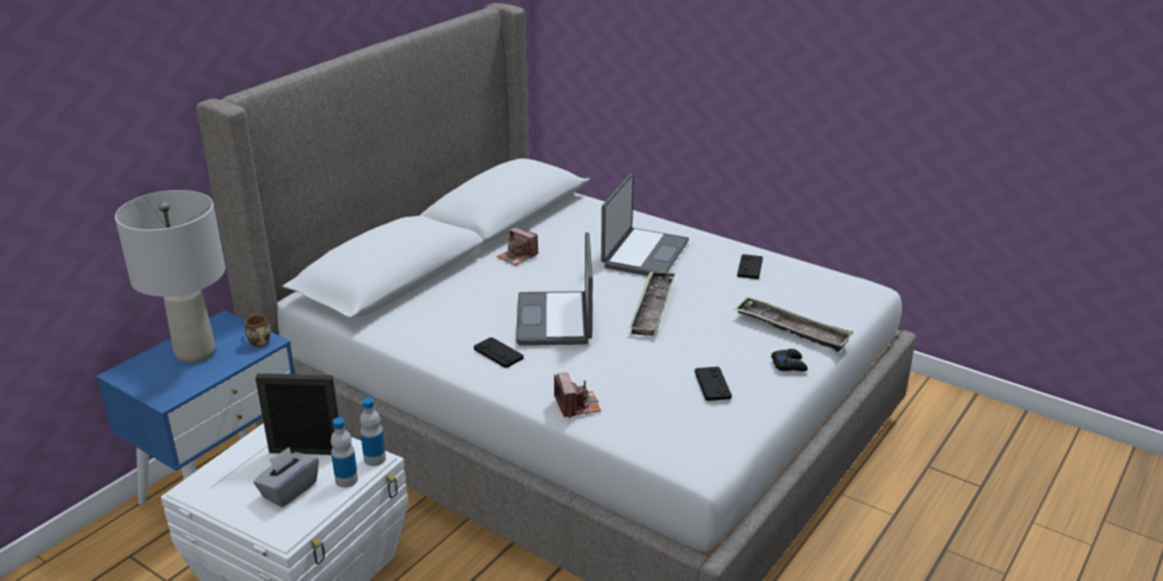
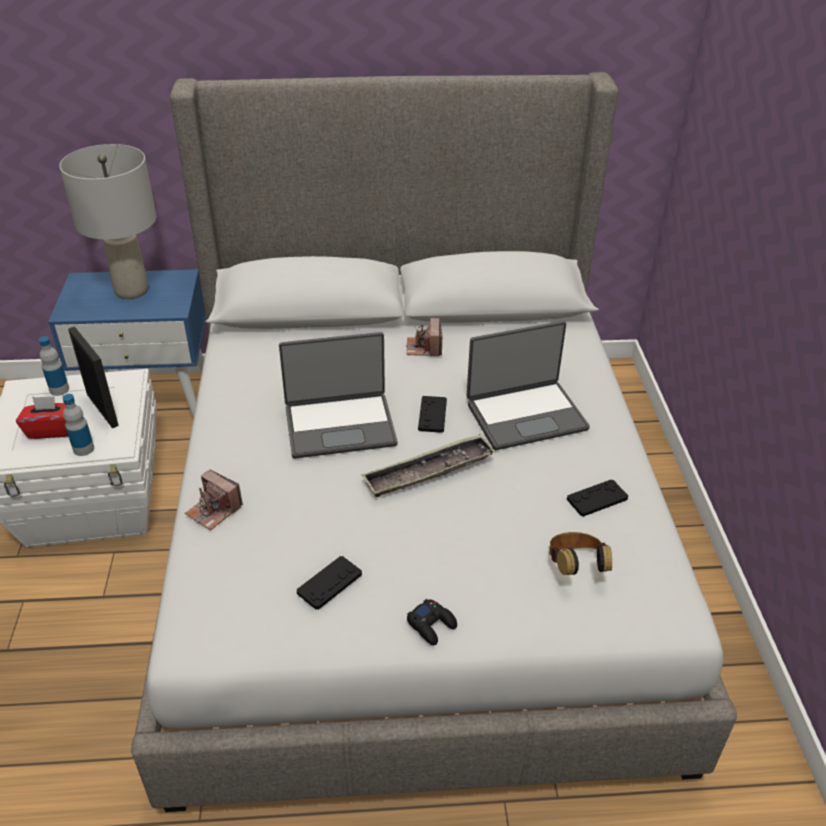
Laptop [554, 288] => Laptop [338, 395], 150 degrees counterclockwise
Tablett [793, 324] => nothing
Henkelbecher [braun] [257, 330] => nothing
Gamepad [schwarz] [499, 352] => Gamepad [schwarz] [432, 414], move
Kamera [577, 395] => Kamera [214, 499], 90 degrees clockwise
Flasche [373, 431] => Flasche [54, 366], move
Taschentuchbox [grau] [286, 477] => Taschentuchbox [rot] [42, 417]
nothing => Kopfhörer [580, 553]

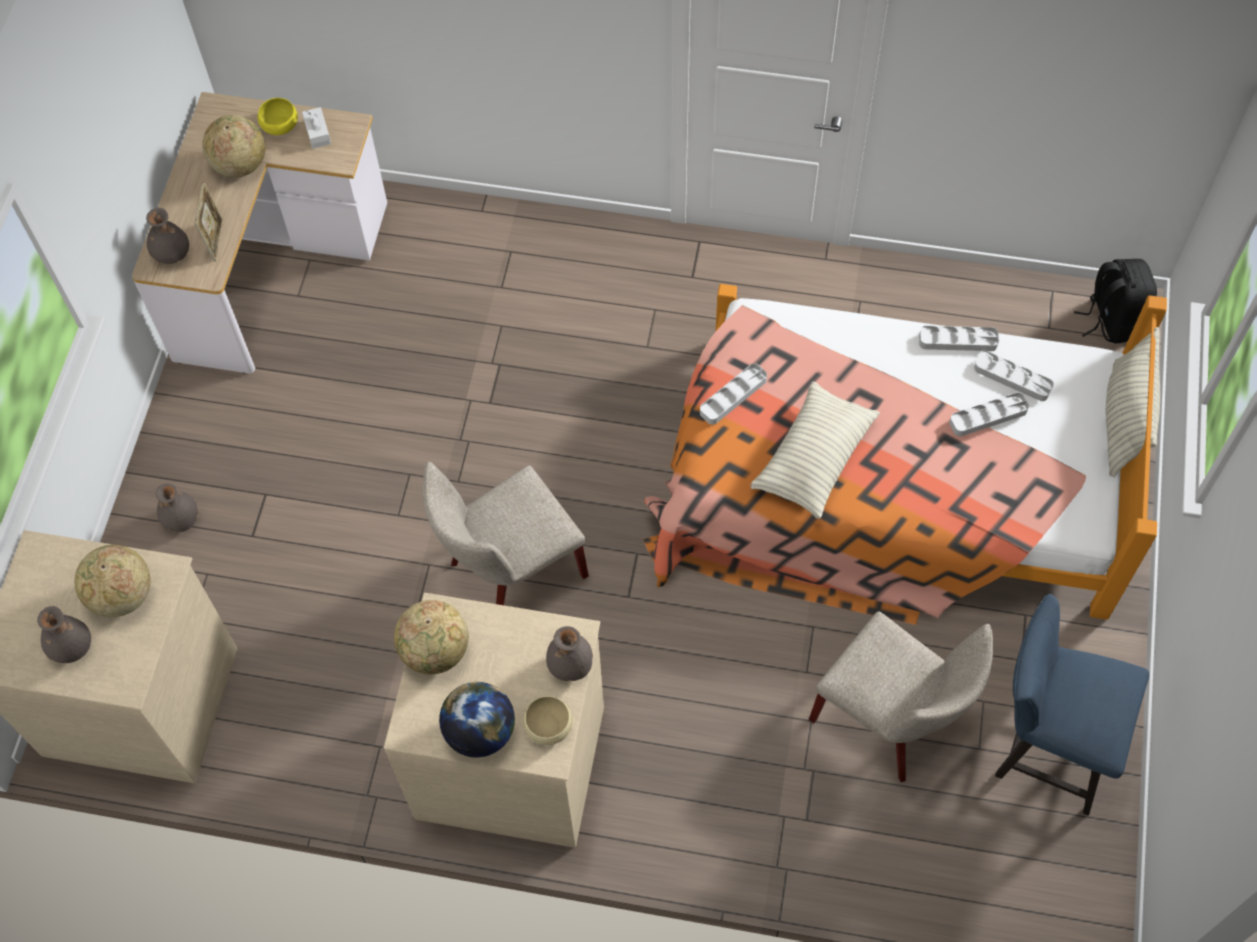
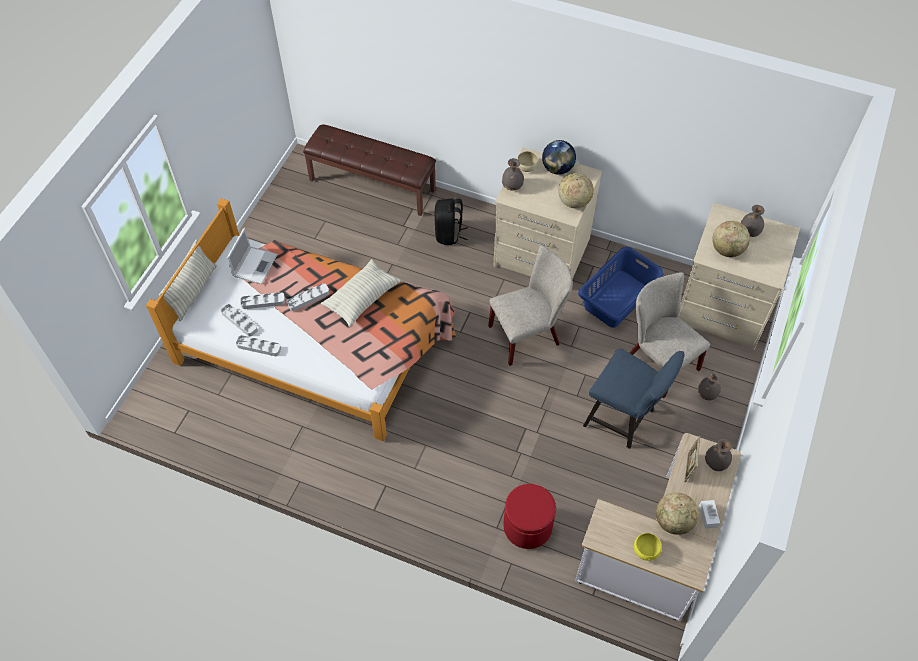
Taschentuchbox [weiß] [316, 128] => Taschentuchbox [weiß] [709, 514], move
Rucksack [schwarz] [1115, 301] => Rucksack [schwarz] [451, 221], move
Tablett [grau] [733, 394] => Tablett [grau] [308, 297], move
Stuhl [blau] [1072, 705] => Stuhl [blau] [634, 398], move
Stuhl [beige] [901, 696] => Stuhl [beige] [669, 335], move
nothing => Bank [braun] [369, 170]
nothing => Laptop [252, 256]
nothing => Wäschekorb [blau] [620, 287]
nothing => Polsterhocker [rot] [529, 516]

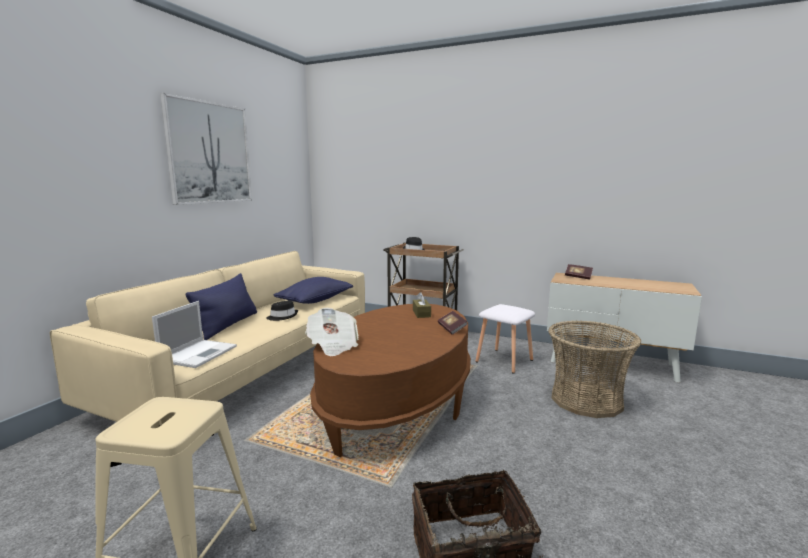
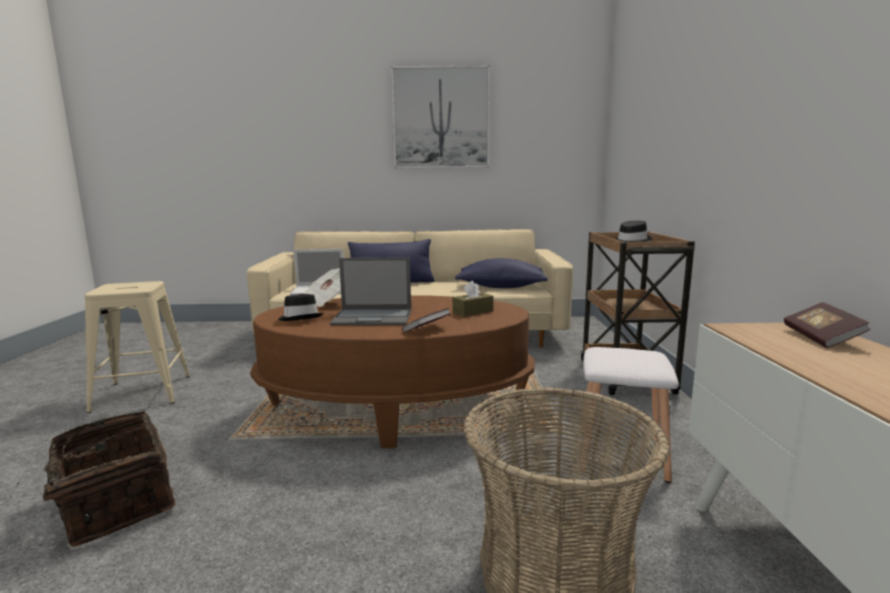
Hut [schwarz] [282, 310] => Hut [schwarz] [300, 307], move
nothing => Laptop [370, 291]

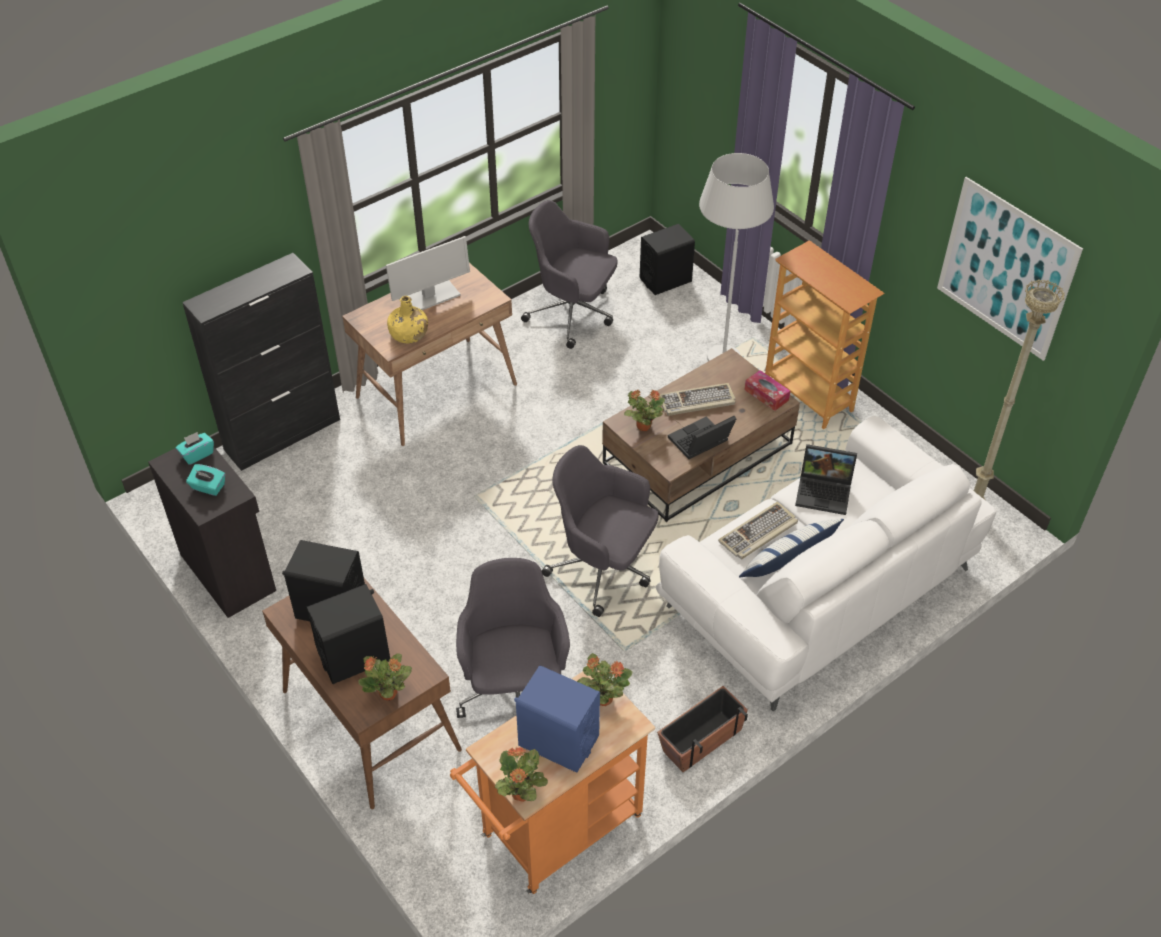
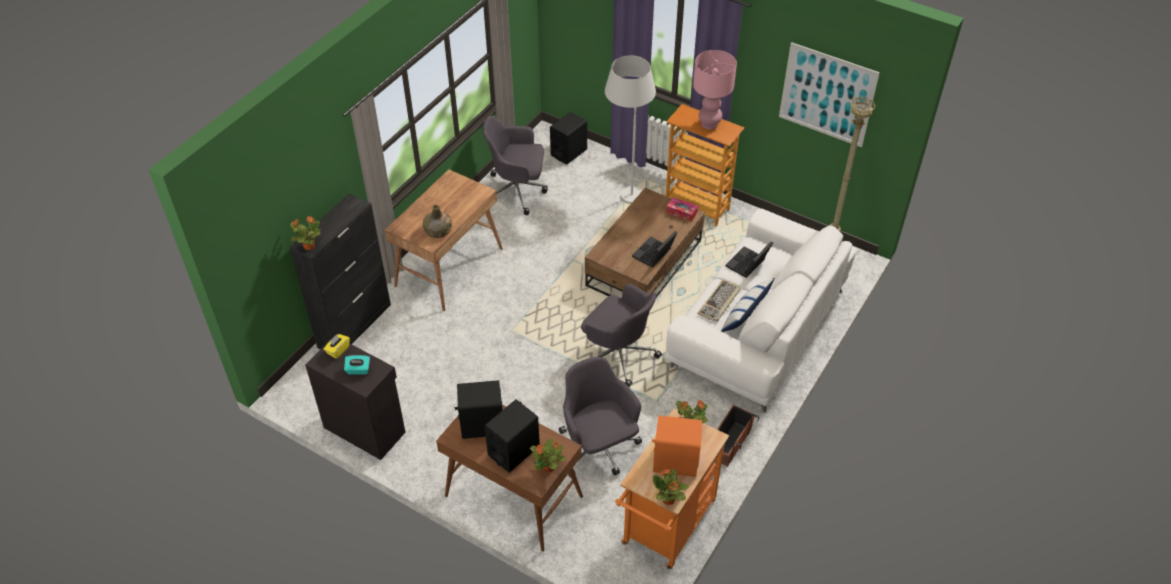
Monitor [428, 273] => nothing
Flasche [gelb] [407, 320] => Flasche [grün] [437, 221]
Tastatur [698, 399] => nothing
Topfpflanze [644, 410] => Topfpflanze [305, 233], move
Taschentuchbox [türkis] [195, 448] => Taschentuchbox [gelb] [337, 346]
Laptop [826, 479] => Laptop [749, 259], 135 degrees clockwise
Bürostuhl [grau] [600, 531] => Bürostuhl [grau] [621, 335], 150 degrees counterclockwise
Lautsprecher [blau] [557, 719] => Lautsprecher [orange] [677, 446]
nothing => Tischlampe [rosa] [715, 90]

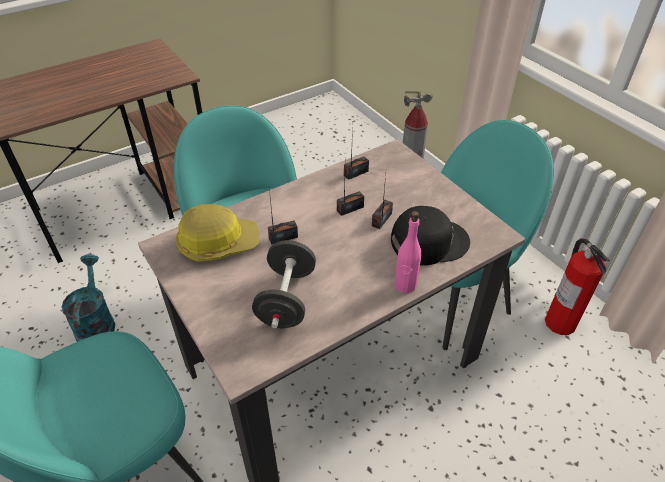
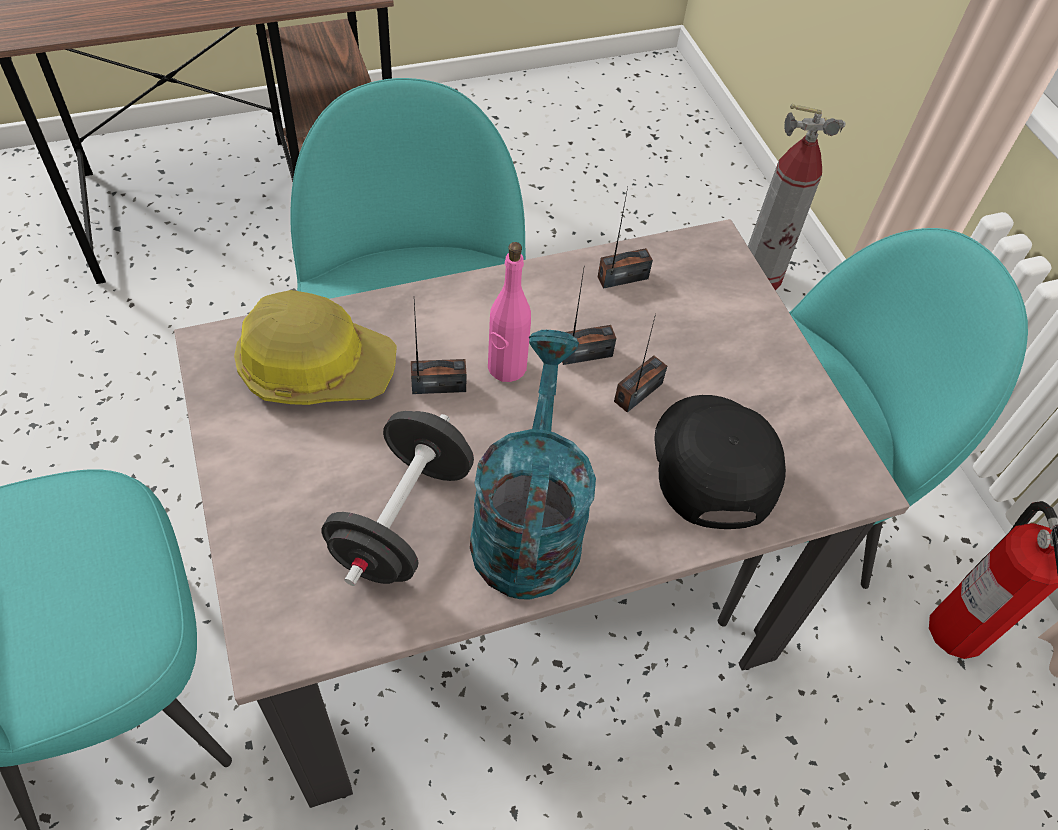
Kappe [schwarz] [430, 236] => Kappe [schwarz] [720, 462], 90 degrees counterclockwise
Flasche [rosa] [408, 252] => Flasche [rosa] [509, 312], move
Gießkanne [türkis] [88, 298] => Gießkanne [türkis] [533, 465], move

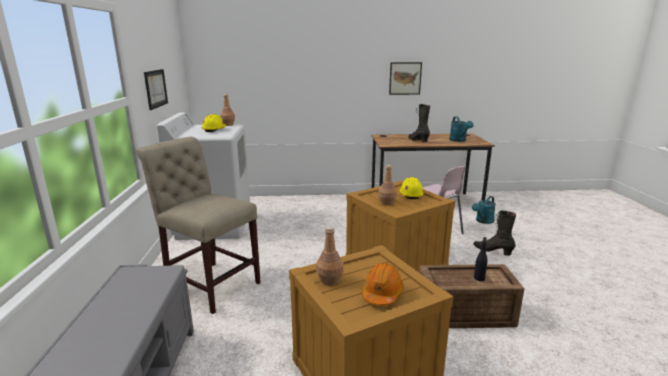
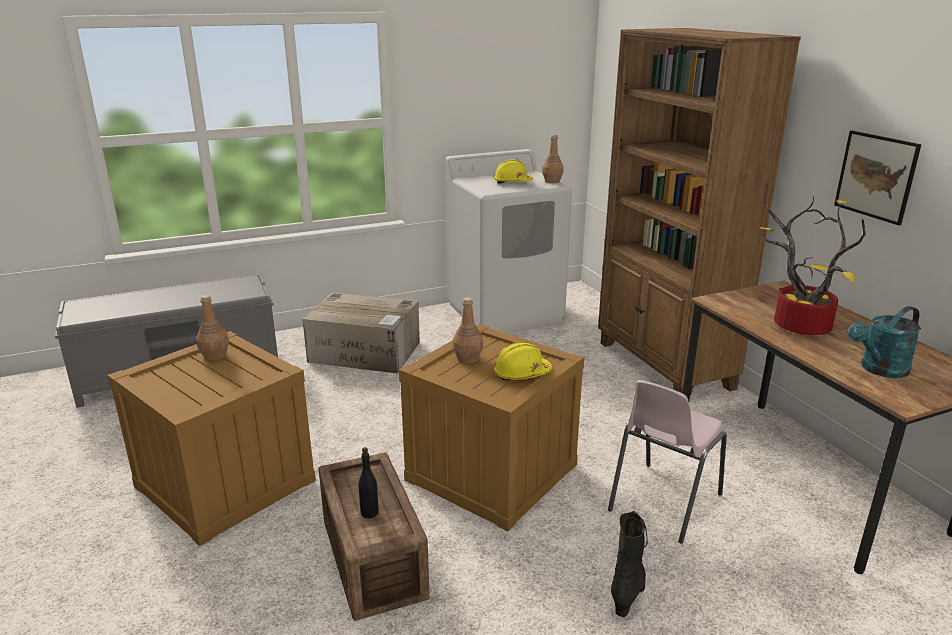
Bild [156, 89] => nothing
Stiefel [schwarz] [419, 123] => Topfpflanze [812, 259]
Stuhl [beige] [198, 225] => Karton [361, 333]
Gießkanne [türkis] [484, 210] => nothing
Schutzhelm [orange] [383, 284] => nothing
nothing => Bücherregal [braun] [699, 211]

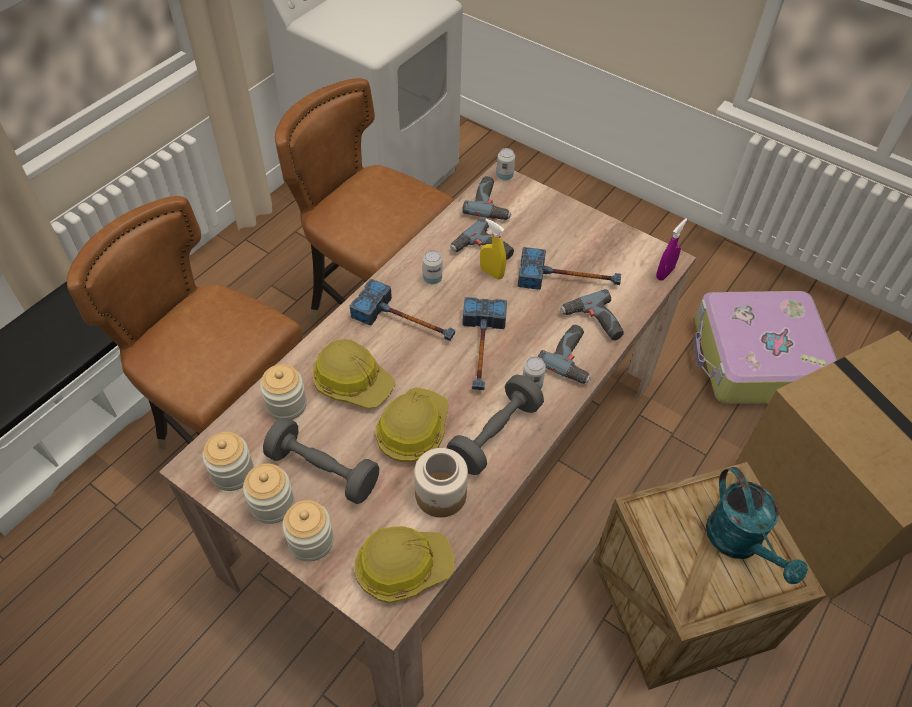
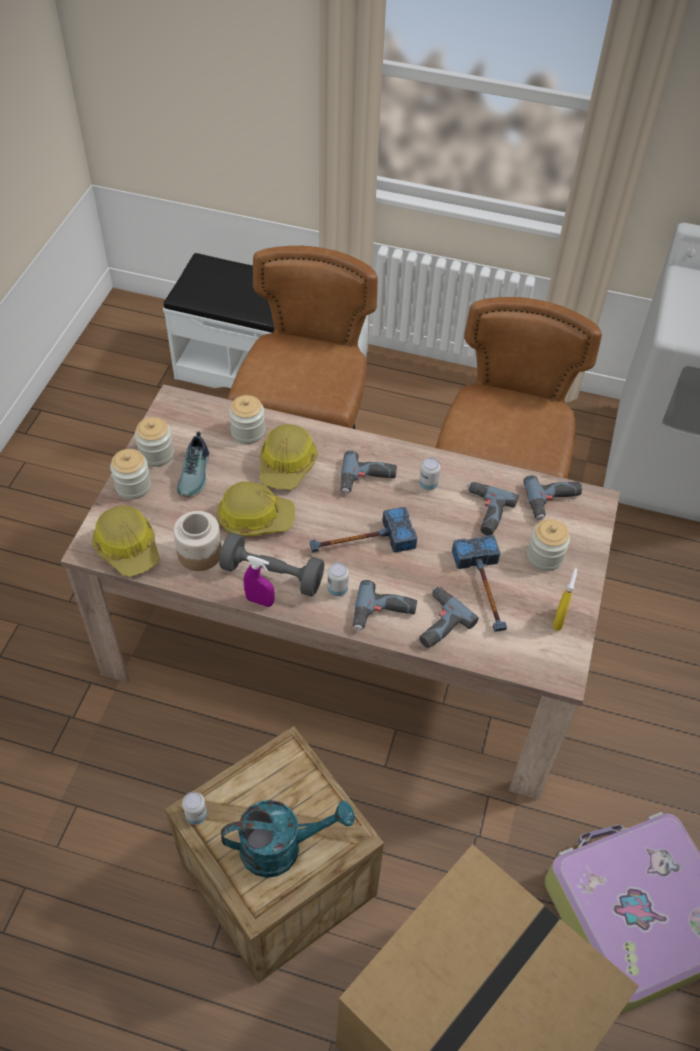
Dose [505, 164] => Dose [194, 808], move
Sprühflasche [lila] [671, 249] => Sprühflasche [lila] [259, 581], move
Sprühflasche [gelb] [493, 249] => Sprühflasche [gelb] [565, 599], move
Hammer [402, 310] => Bohrmaschine [368, 472]
Hantel [grau] [321, 461] => Schuh [193, 463]
Vorratsglas [228, 461] => Vorratsglas [548, 545], move
Gießkanne [türkis] [757, 525] => Gießkanne [türkis] [287, 839], 150 degrees counterclockwise

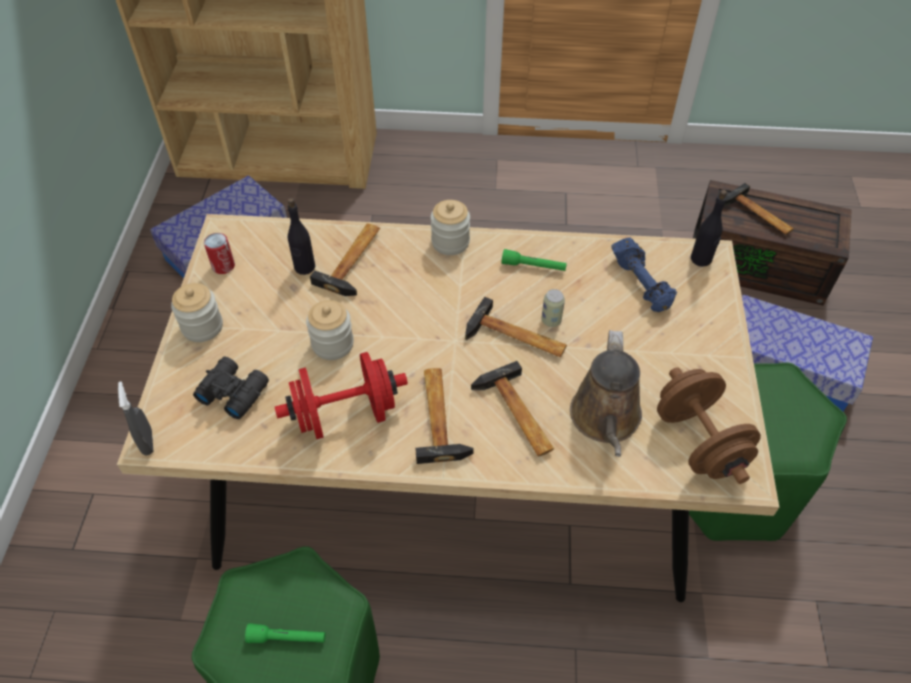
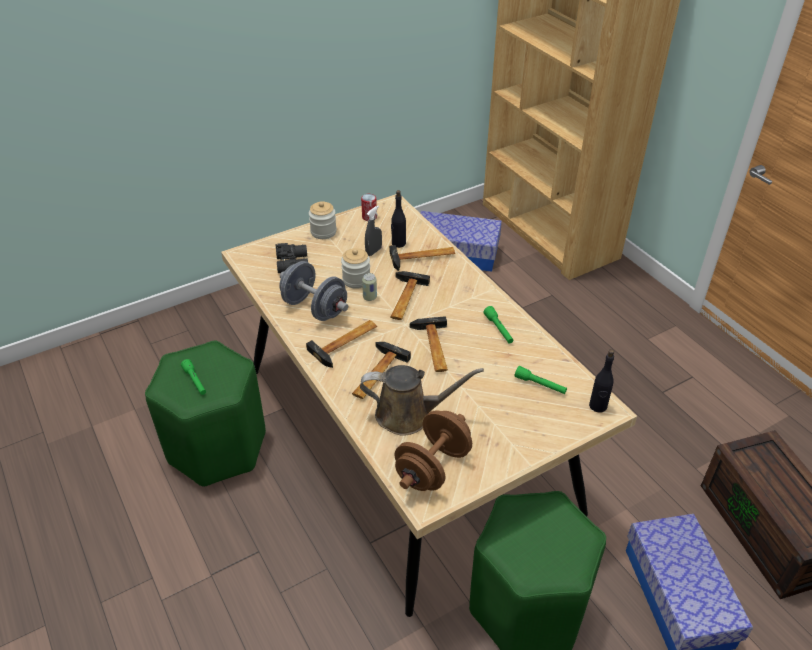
Hammer [759, 209] => Hammer [410, 295], move
Vorratsglas [450, 227] => nothing
Hantel [blau] [644, 274] => Taschenlampe [grün] [541, 380]
Dose [553, 308] => Dose [369, 287], move
Gießkanne [braun] [606, 393] => Gießkanne [braun] [422, 400], 150 degrees counterclockwise
Hantel [rot] [341, 395] => Hantel [grau] [313, 291]
Sprühflasche [grau] [135, 418] => Sprühflasche [grau] [373, 230], move

